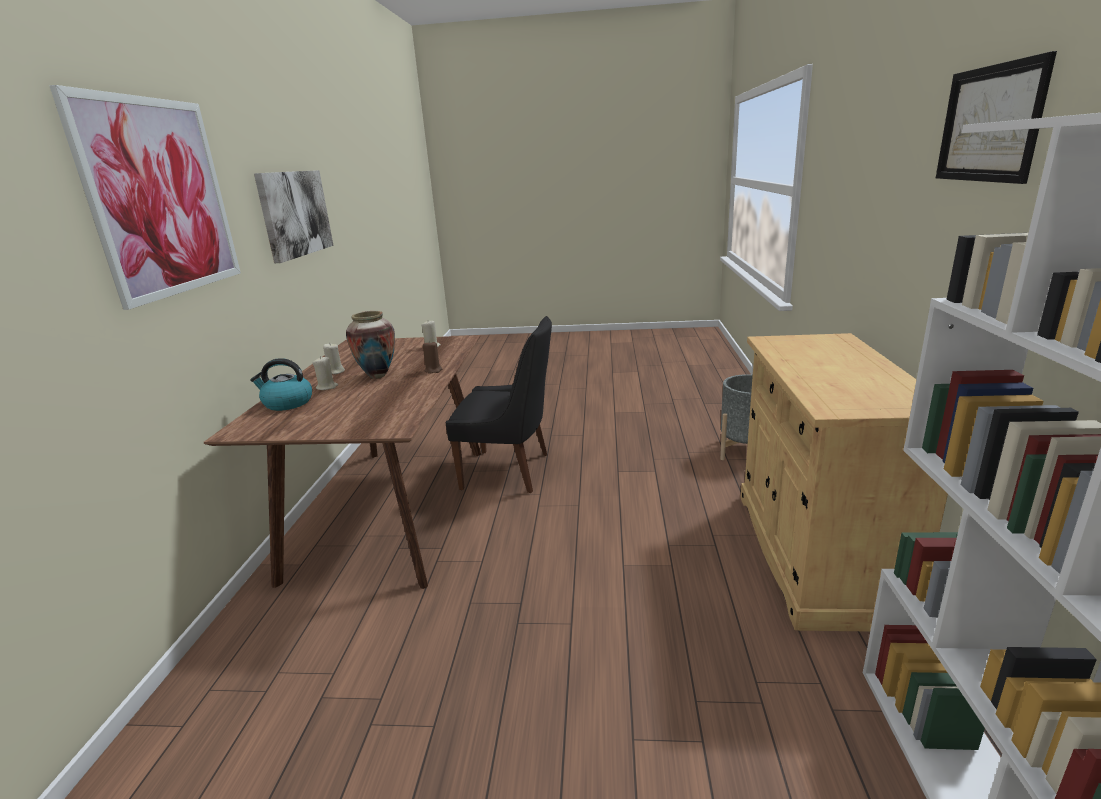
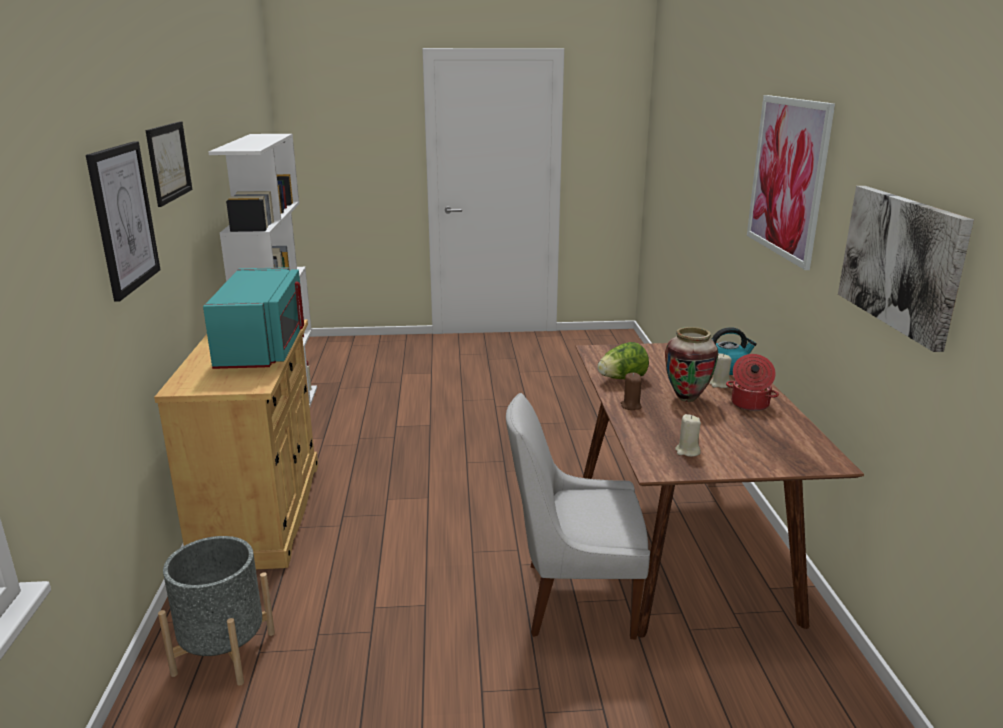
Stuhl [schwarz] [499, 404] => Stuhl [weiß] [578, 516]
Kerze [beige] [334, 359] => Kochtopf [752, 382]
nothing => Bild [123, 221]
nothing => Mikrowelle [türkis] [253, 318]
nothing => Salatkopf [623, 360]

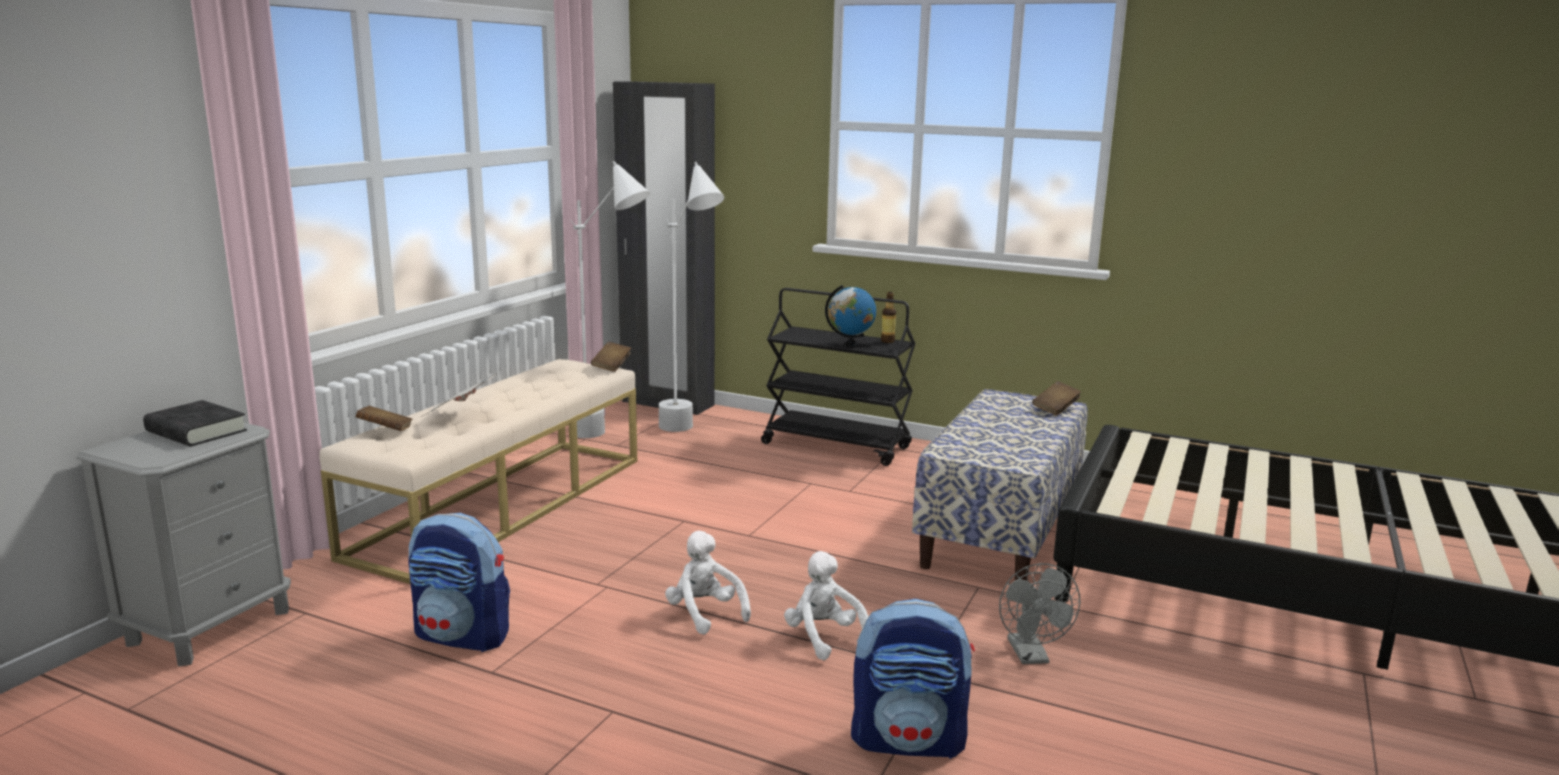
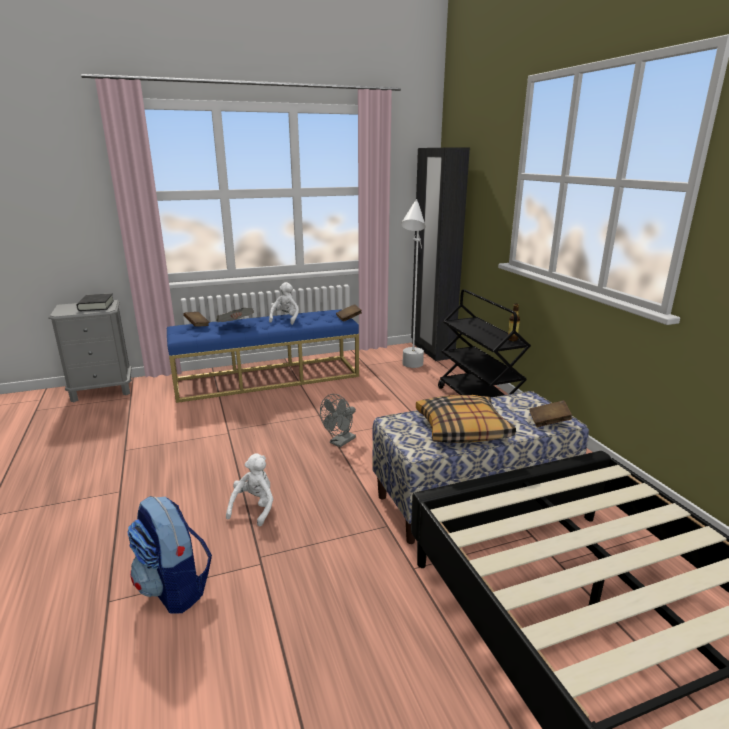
Stehlampe [weiß] [610, 299] => nothing
Globus [850, 316] => nothing
Bank [beige] [478, 471] => Bank [blau] [263, 356]
Rucksack [459, 582] => nothing
Plüschtier [weiß] [708, 583] => Plüschtier [weiß] [284, 303], move
Ventilator [grau] [1040, 613] => Ventilator [grau] [338, 420], move
nothing => Kissen [466, 419]

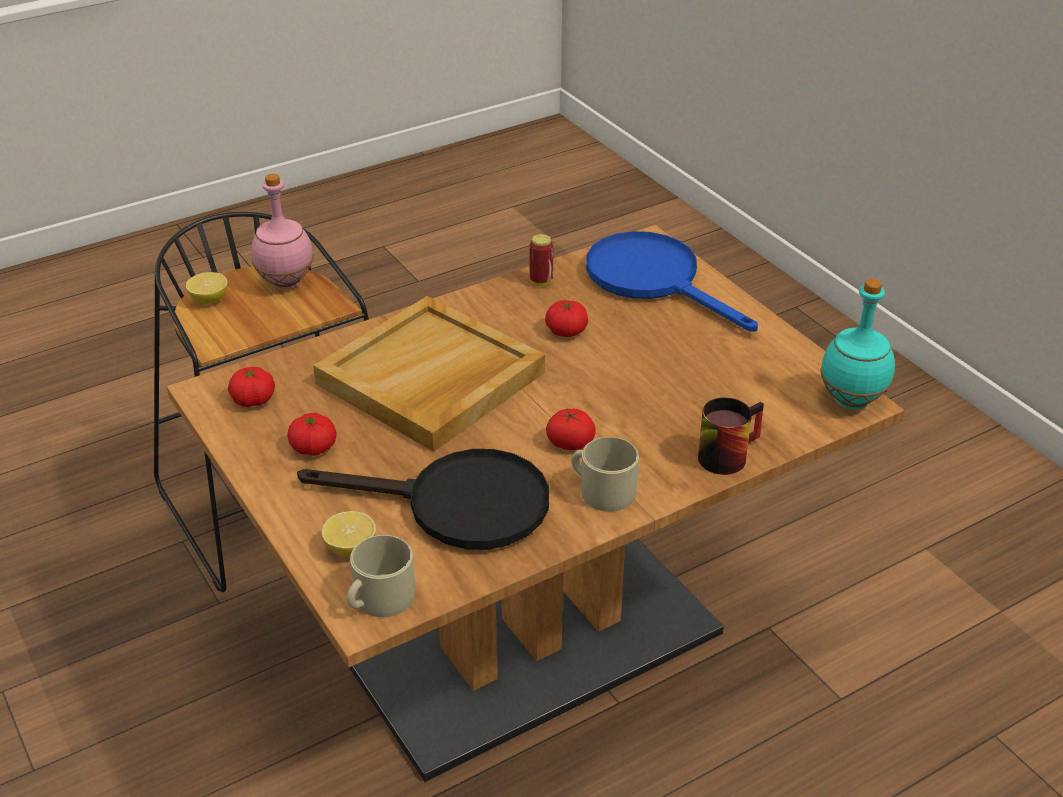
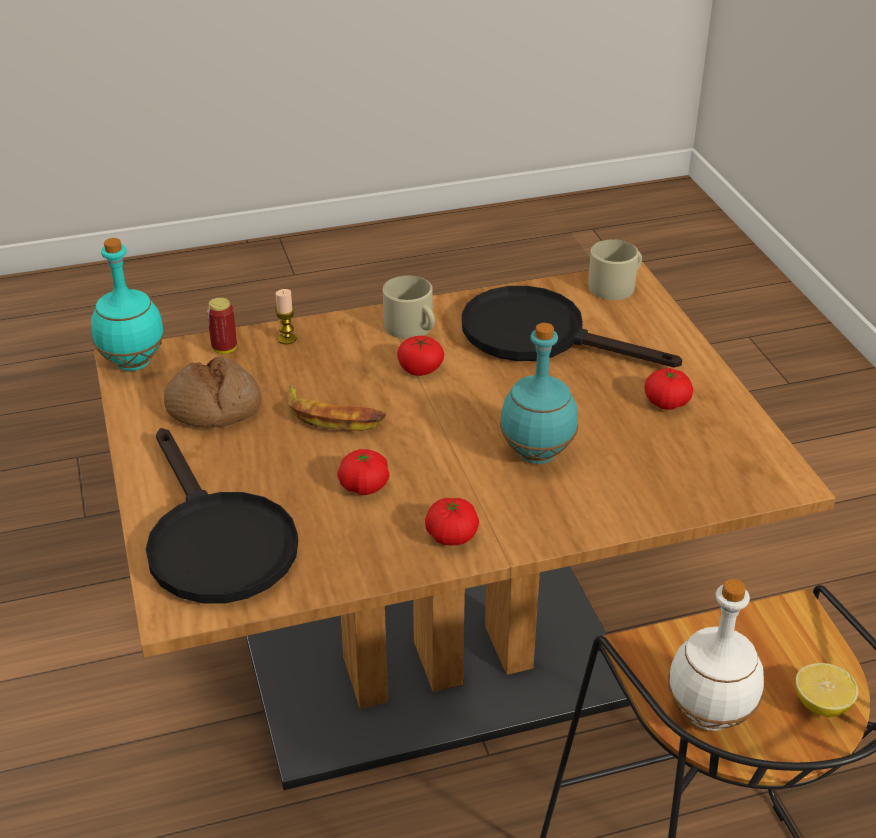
Flasche [rosa] [282, 231] => Flasche [weiß] [716, 655]
Pfanne [blau] [672, 281] => Pfanne [schwarz] [222, 516]
Dose [542, 260] => Dose [222, 326], move
Tablett [beige] [429, 374] => Flasche [türkis] [539, 393]
Tomate [251, 387] => Tomate [452, 522], move
Henkelbecher [731, 436] => Kerze [286, 317]
Zitrone [349, 533] => nothing
nothing => Brot [213, 392]
nothing => Banane [337, 408]

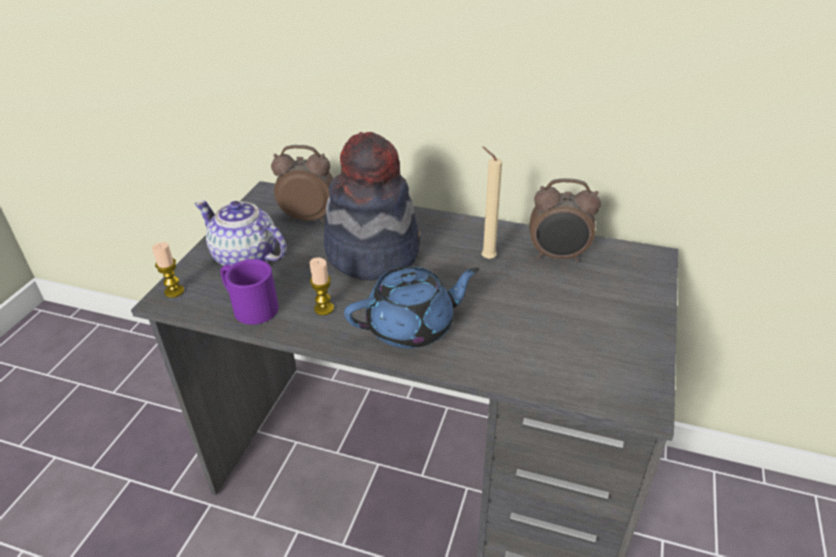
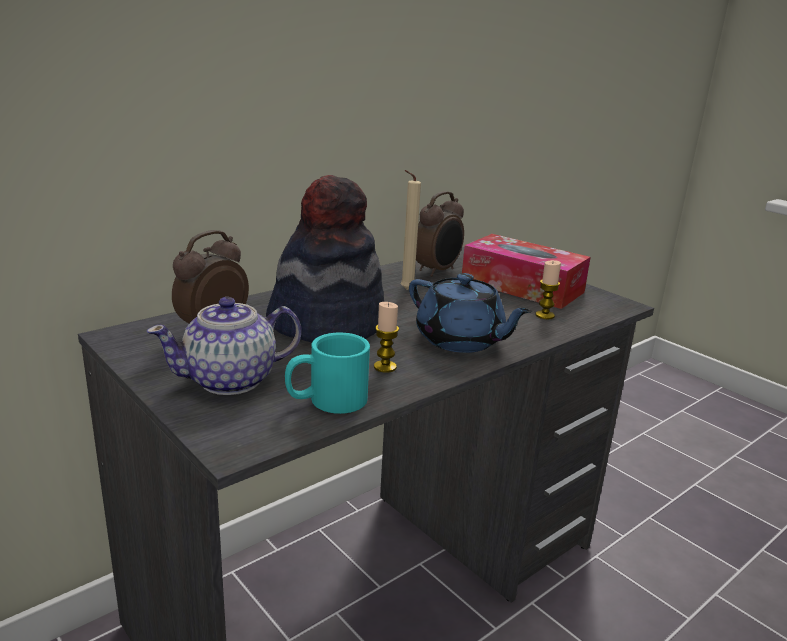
Kerze [168, 270] => Kerze [548, 289], move
Henkelbecher [lila] [250, 292] => Henkelbecher [türkis] [327, 373]
Teekanne [blau] [412, 307] => Teekanne [blau] [471, 313], 120 degrees clockwise
nothing => Taschentuchbox [526, 271]

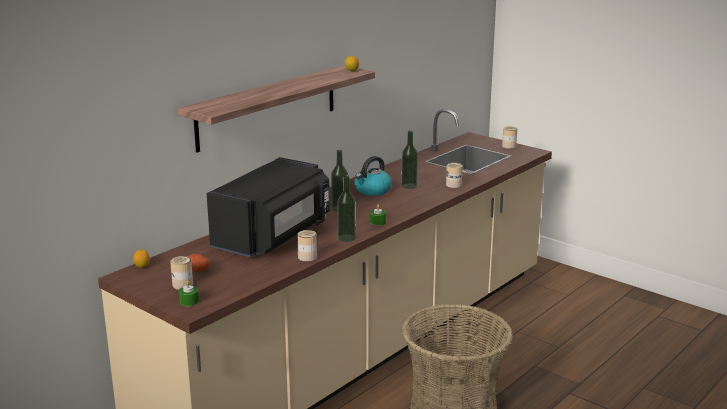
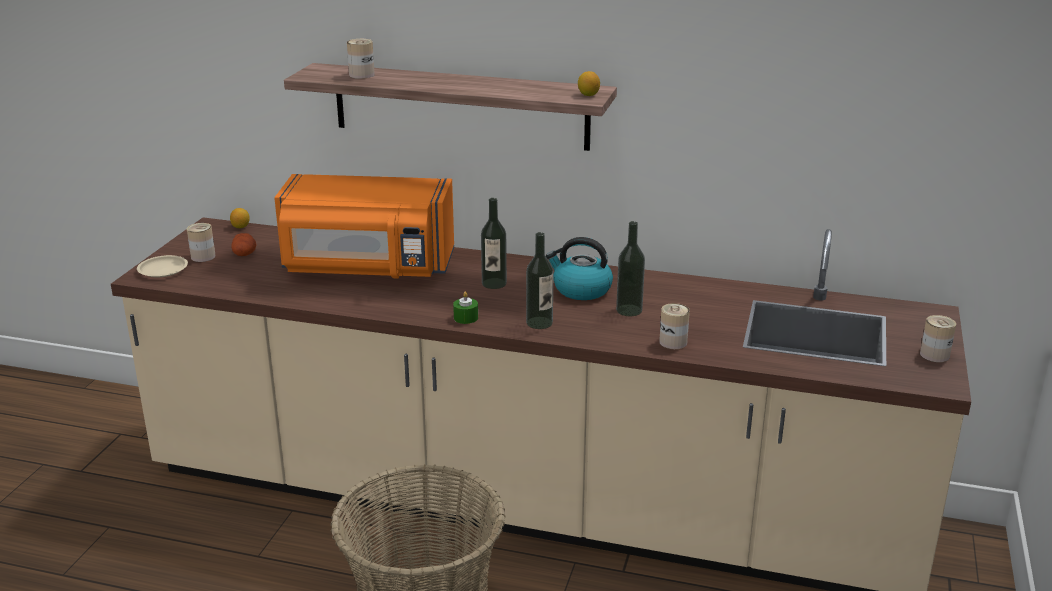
Mikrowelle [schwarz] [268, 207] => Mikrowelle [orange] [364, 226]
Flasche [346, 208] => Flasche [540, 280], move
Dose [307, 245] => Dose [361, 59], move
Kerze [grün] [188, 293] => Teller [beige] [162, 266]

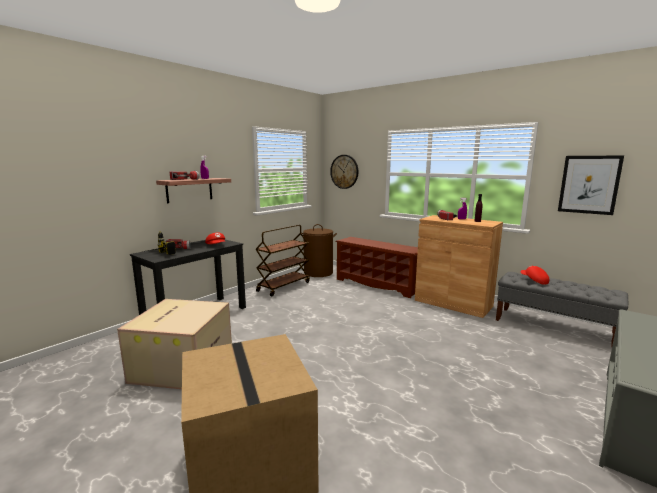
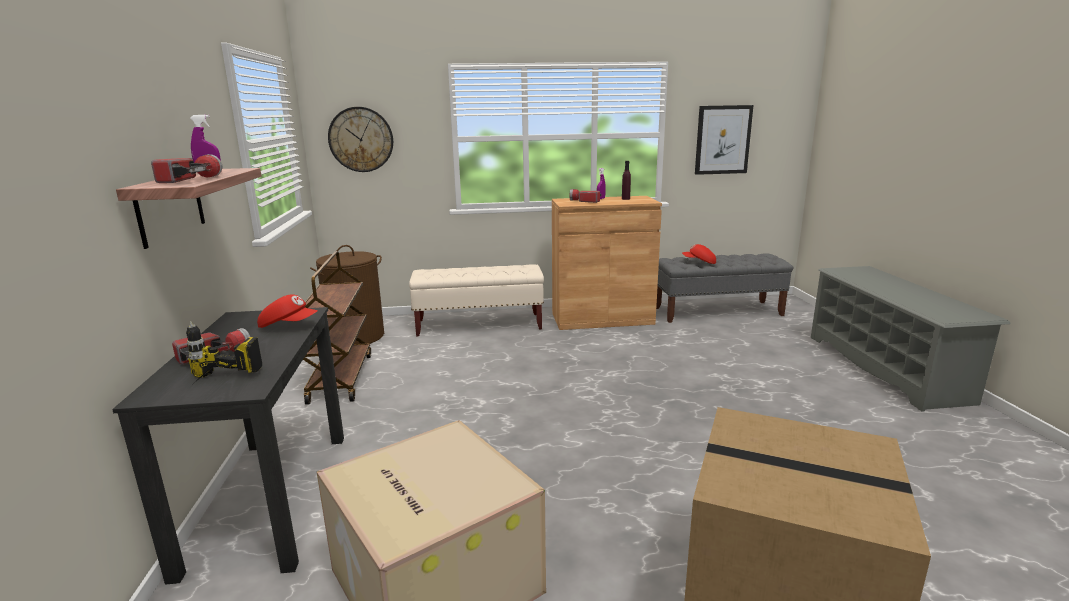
Schuhregal [braun] [377, 267] => Bank [beige] [476, 300]

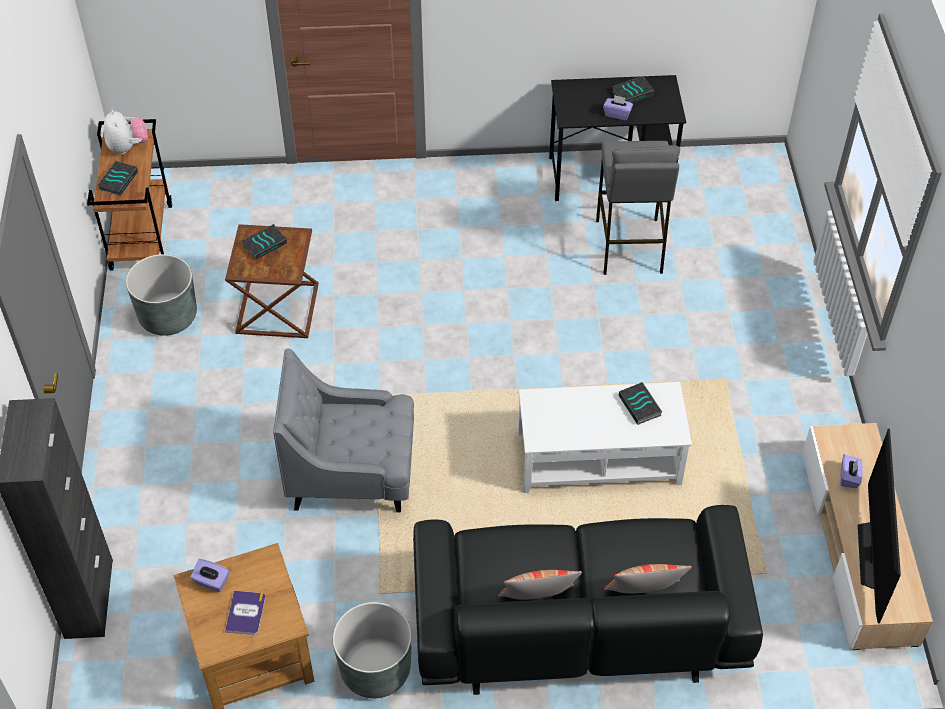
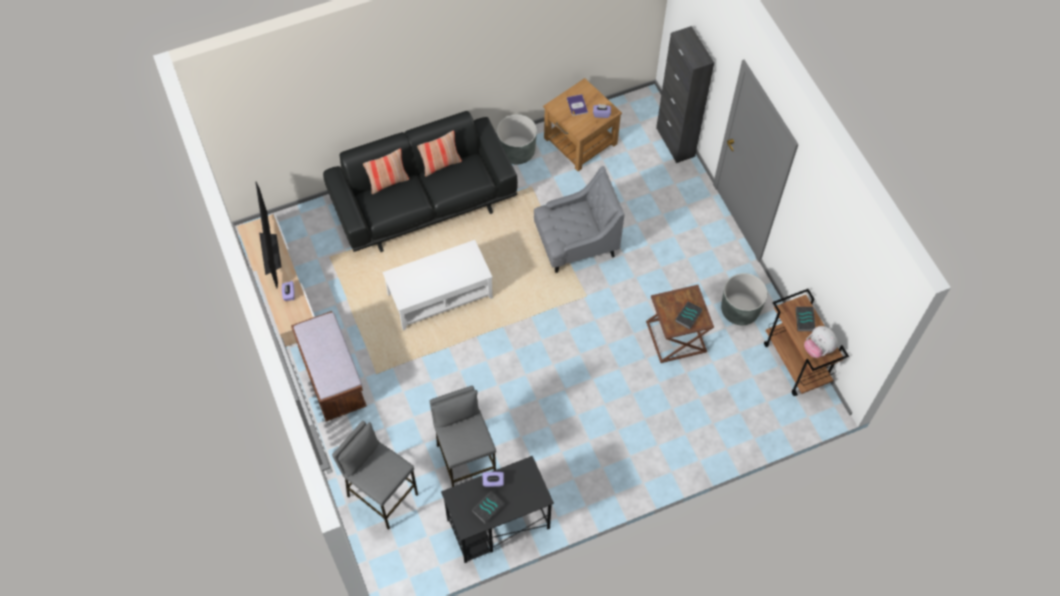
Buch [640, 403] => nothing
nothing => Bank [braun] [329, 366]
nothing => Hocker [grau] [375, 475]

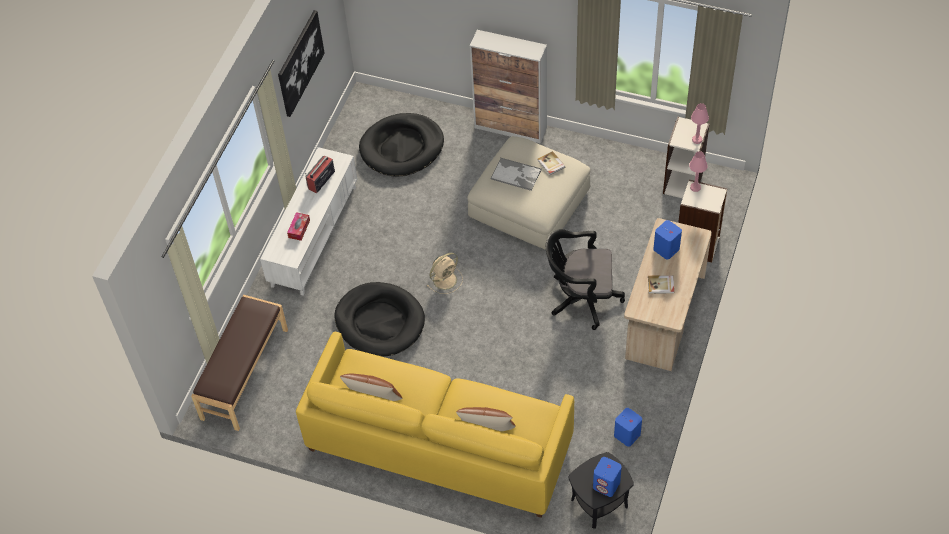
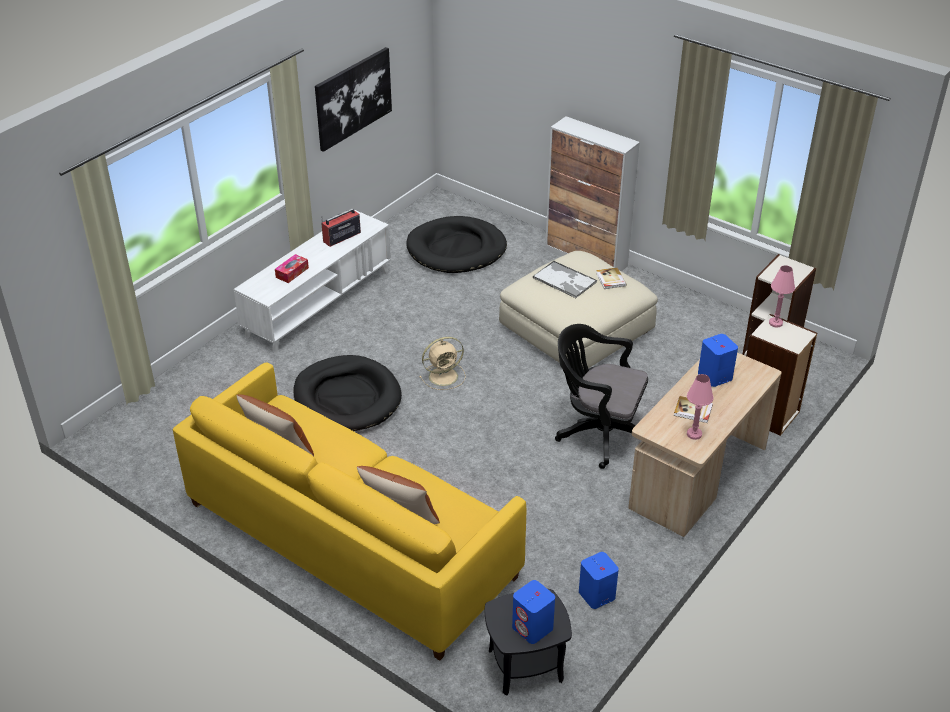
Tischlampe [rosa] [700, 123] => Tischlampe [rosa] [700, 407], move
Bank [braun] [239, 363] => nothing

